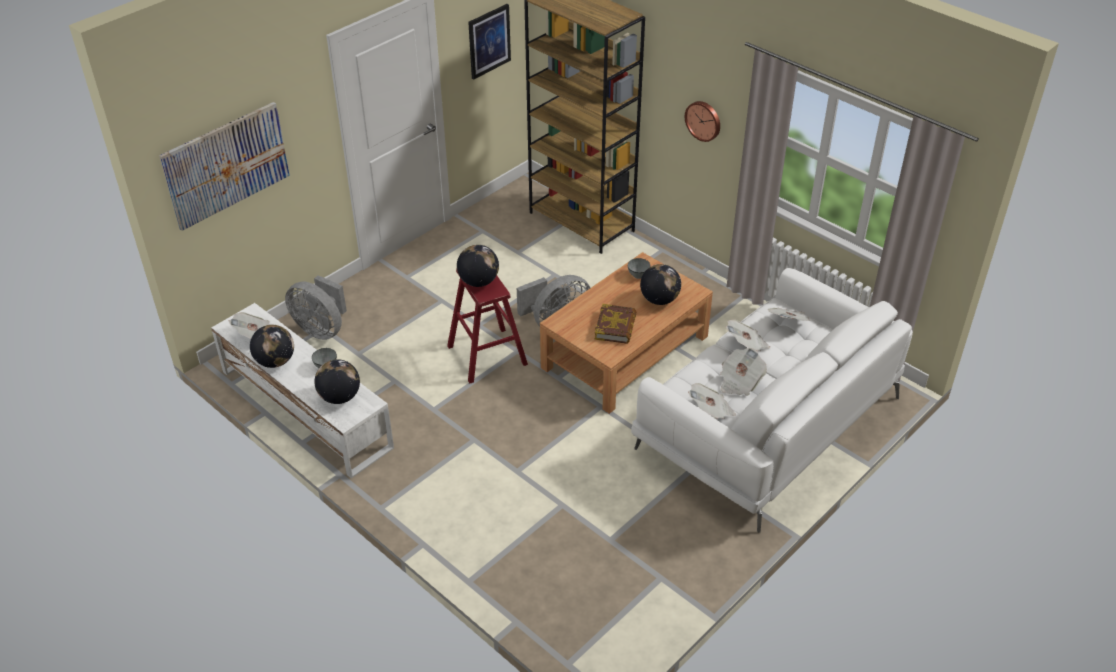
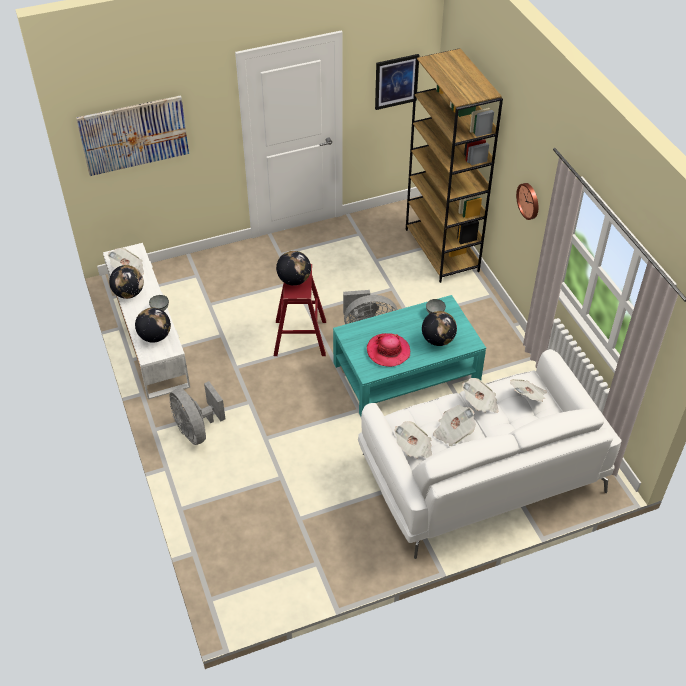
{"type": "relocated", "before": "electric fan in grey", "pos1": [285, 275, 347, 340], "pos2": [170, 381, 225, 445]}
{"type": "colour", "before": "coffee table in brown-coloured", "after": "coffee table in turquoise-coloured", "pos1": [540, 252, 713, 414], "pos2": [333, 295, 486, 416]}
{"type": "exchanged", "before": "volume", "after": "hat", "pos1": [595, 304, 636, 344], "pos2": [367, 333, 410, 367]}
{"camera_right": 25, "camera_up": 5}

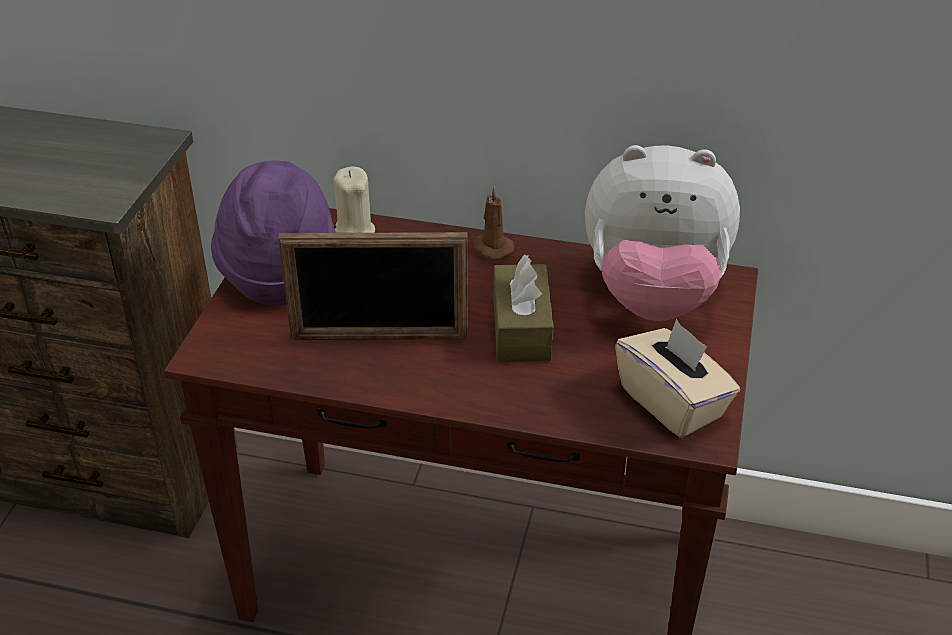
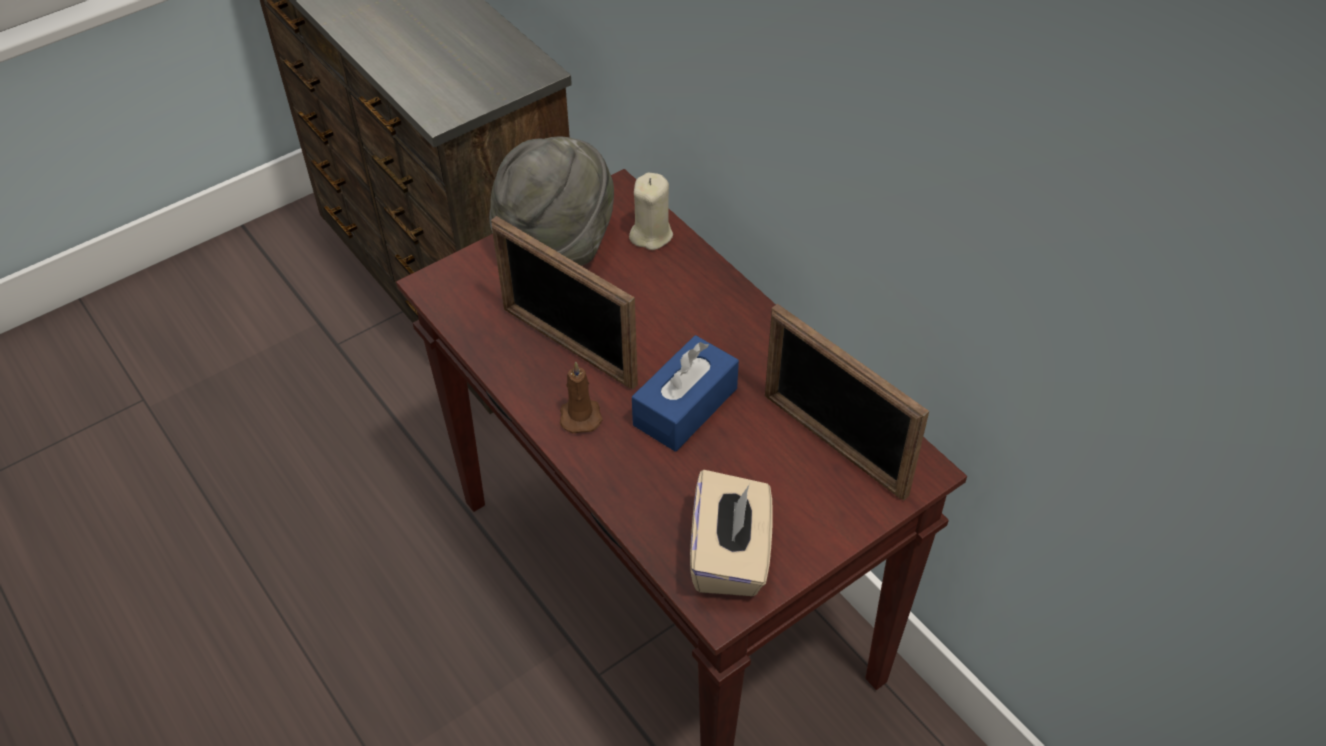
{"type": "colour", "before": "hat in purplish", "after": "hat in grey", "pos1": [211, 160, 336, 305], "pos2": [489, 137, 614, 266]}
{"type": "relocated", "before": "wax candle in brown-coloured", "pos1": [473, 186, 514, 260], "pos2": [560, 362, 602, 433]}
{"type": "colour", "before": "tissue box in brown-coloured", "after": "tissue box in blue", "pos1": [493, 255, 554, 362], "pos2": [632, 335, 739, 451]}
{"type": "exchanged", "before": "plush toy", "after": "standing frame", "pos1": [585, 145, 740, 321], "pos2": [765, 304, 929, 500]}
{"camera_right": 40, "camera_up": 10}

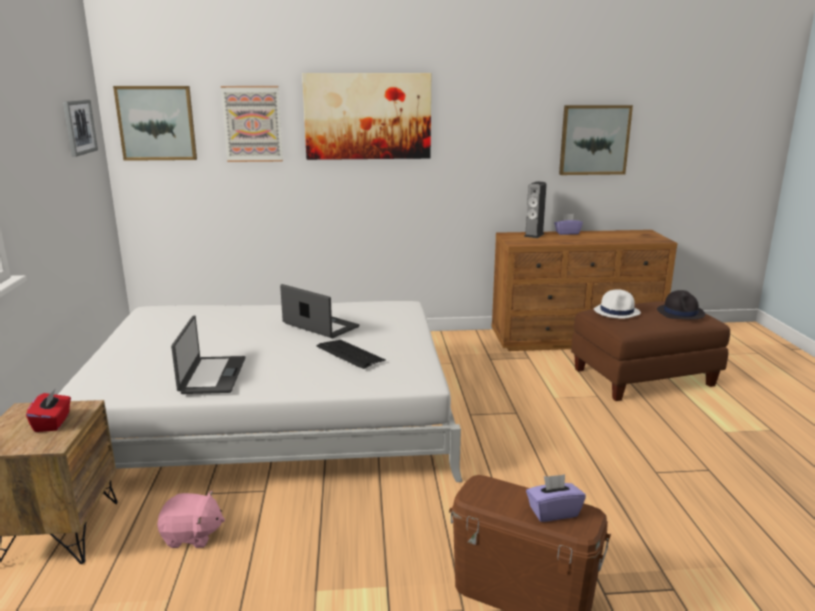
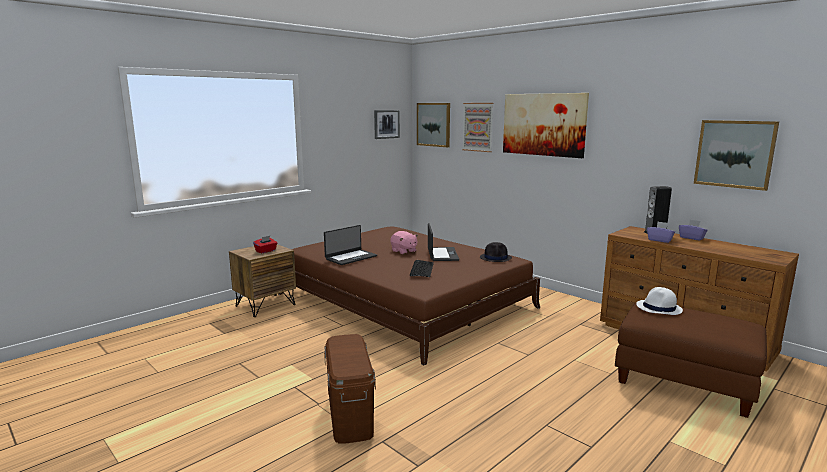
{"type": "colour", "before": "sleeping bed in white-coloured", "after": "sleeping bed in brown-coloured", "pos1": [58, 301, 462, 482], "pos2": [279, 226, 540, 365]}
{"type": "relocated", "before": "plush toy in pinkish", "pos1": [157, 491, 225, 548], "pos2": [390, 231, 418, 254]}
{"type": "relocated", "before": "hat in black", "pos1": [657, 290, 705, 320], "pos2": [480, 242, 512, 262]}
{"type": "relocated", "before": "tissue box in purplish", "pos1": [526, 474, 586, 522], "pos2": [647, 221, 675, 243]}
{"camera_right": 50, "camera_up": -5}

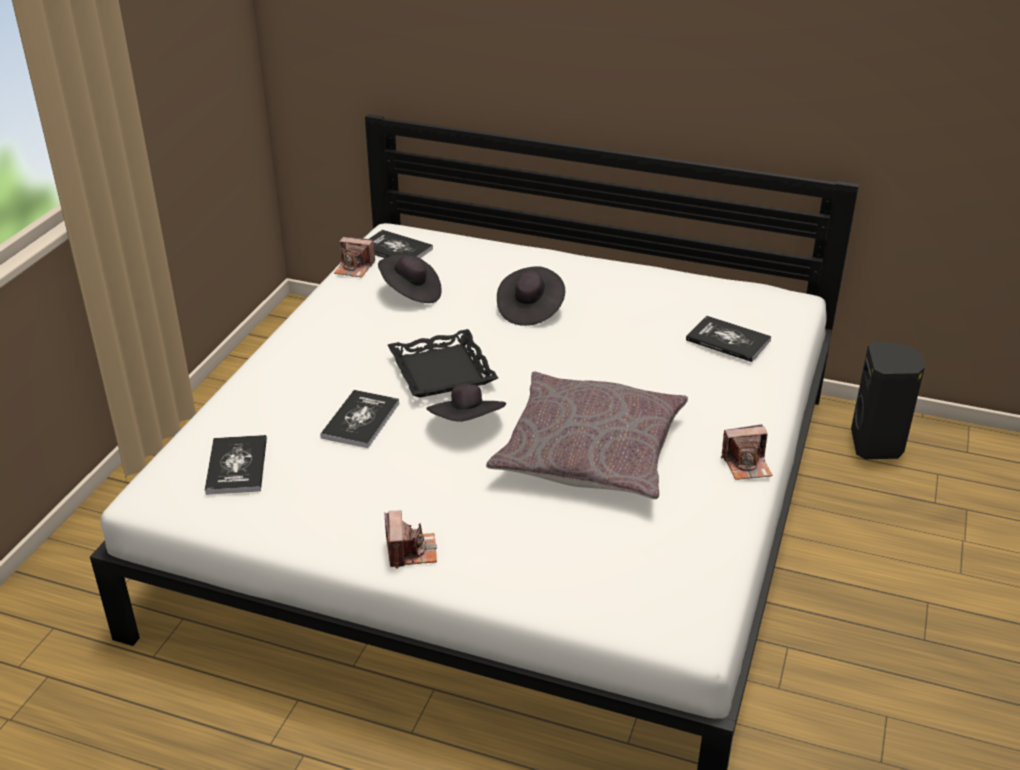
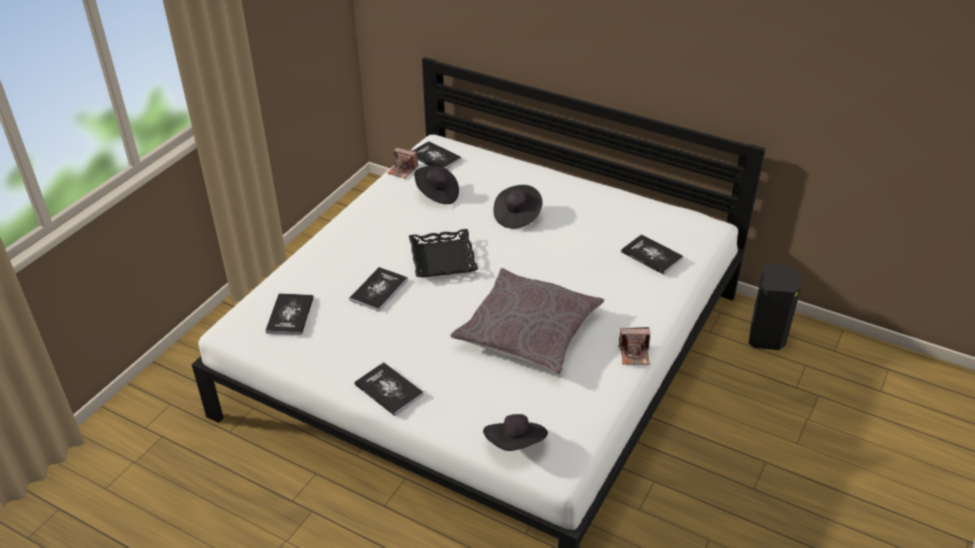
{"type": "exchanged", "before": "still camera", "after": "volume", "pos1": [384, 510, 437, 569], "pos2": [354, 362, 424, 416]}
{"type": "relocated", "before": "hat in black", "pos1": [426, 384, 506, 422], "pos2": [483, 414, 548, 451]}
{"camera_right": 10, "camera_up": 5}

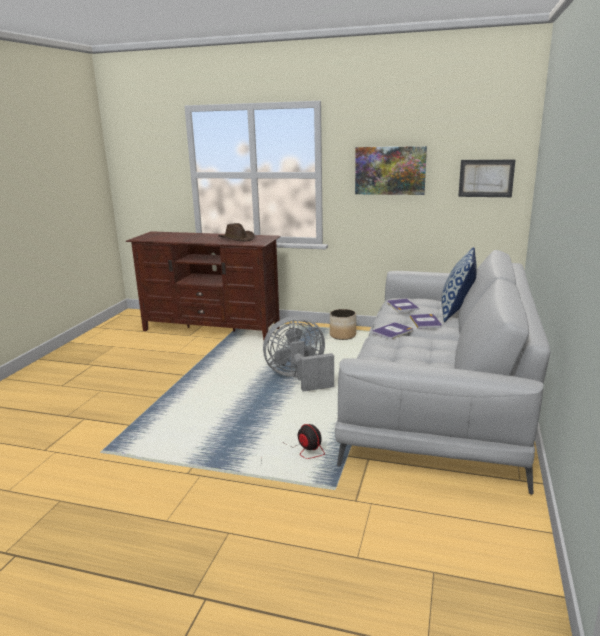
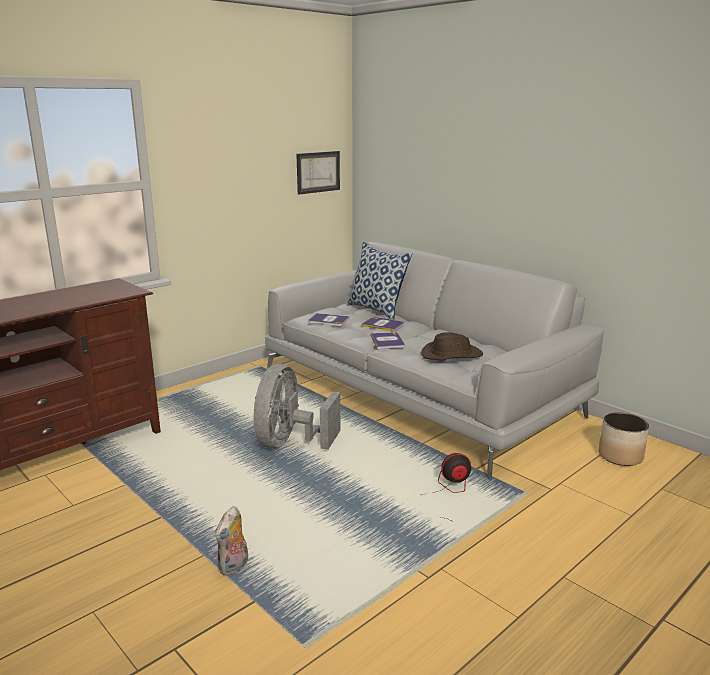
{"type": "appeared", "after": "plush toy", "pos2": [215, 506, 248, 576]}
{"type": "relocated", "before": "hat in brown-coloured", "pos1": [218, 223, 255, 241], "pos2": [421, 332, 483, 360]}
{"type": "relocated", "before": "planter", "pos1": [330, 309, 356, 340], "pos2": [598, 412, 649, 466]}
{"type": "missing", "before": "picture", "pos1": [355, 146, 427, 195]}
{"camera_right": -60, "camera_up": 0}

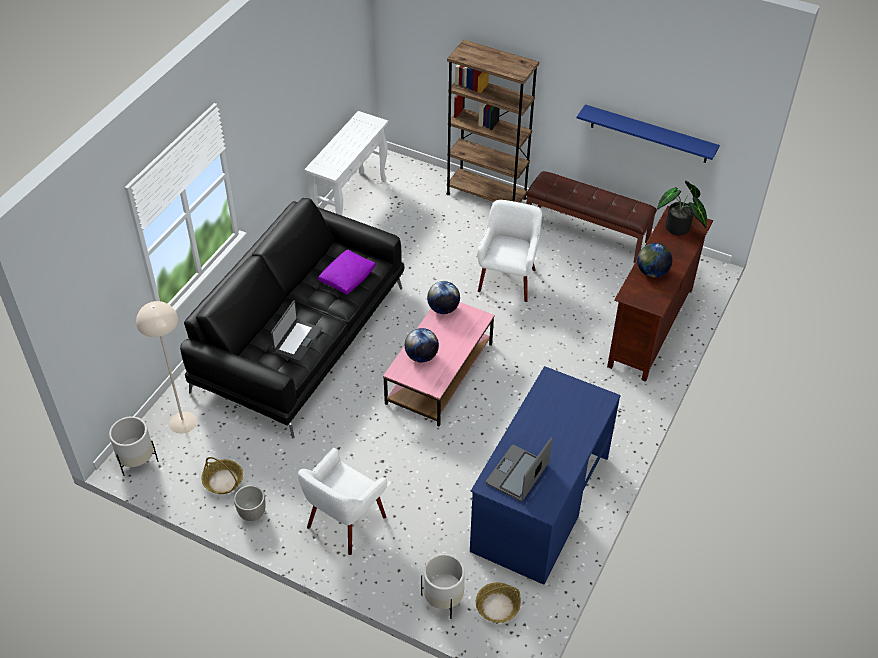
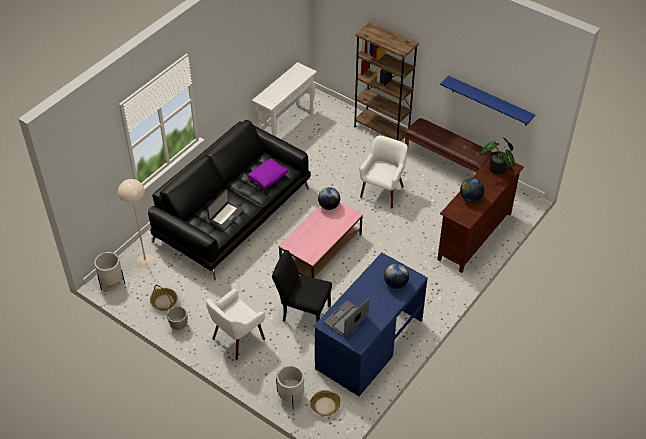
{"type": "appeared", "after": "upright chair in black", "pos2": [272, 250, 332, 323]}
{"type": "relocated", "before": "desk globe", "pos1": [405, 328, 439, 362], "pos2": [384, 263, 409, 289]}
{"camera_right": 10, "camera_up": 0}

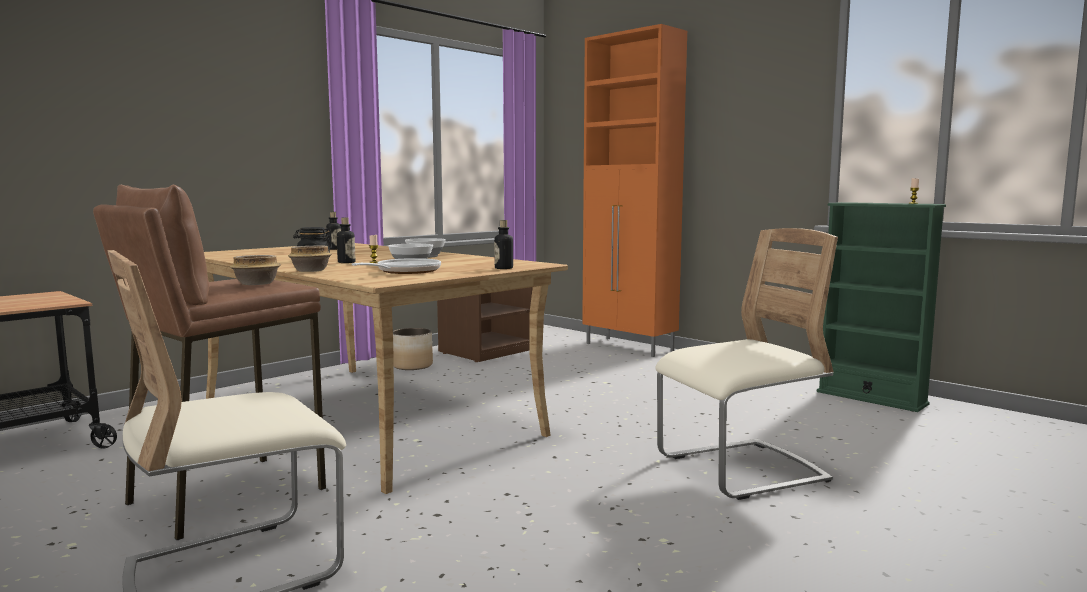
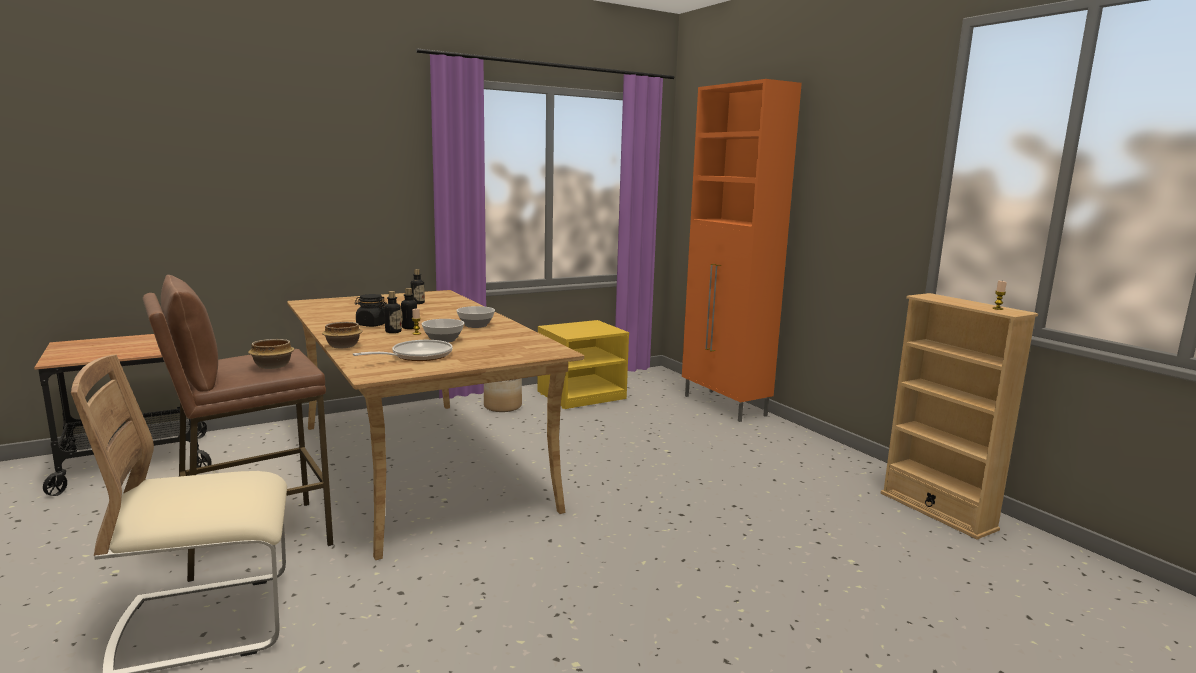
{"type": "relocated", "before": "bottle", "pos1": [494, 220, 513, 269], "pos2": [401, 288, 417, 329]}
{"type": "colour", "before": "nightstand in brown-coloured", "after": "nightstand in yellow-coloured", "pos1": [437, 287, 533, 362], "pos2": [537, 320, 629, 409]}
{"type": "colour", "before": "shelving unit in green-coloured", "after": "shelving unit in beige-coloured", "pos1": [817, 202, 946, 412], "pos2": [881, 293, 1038, 539]}
{"type": "missing", "before": "upright chair in beige-coloured", "pos1": [655, 228, 838, 500]}
{"camera_right": 15, "camera_up": 5}

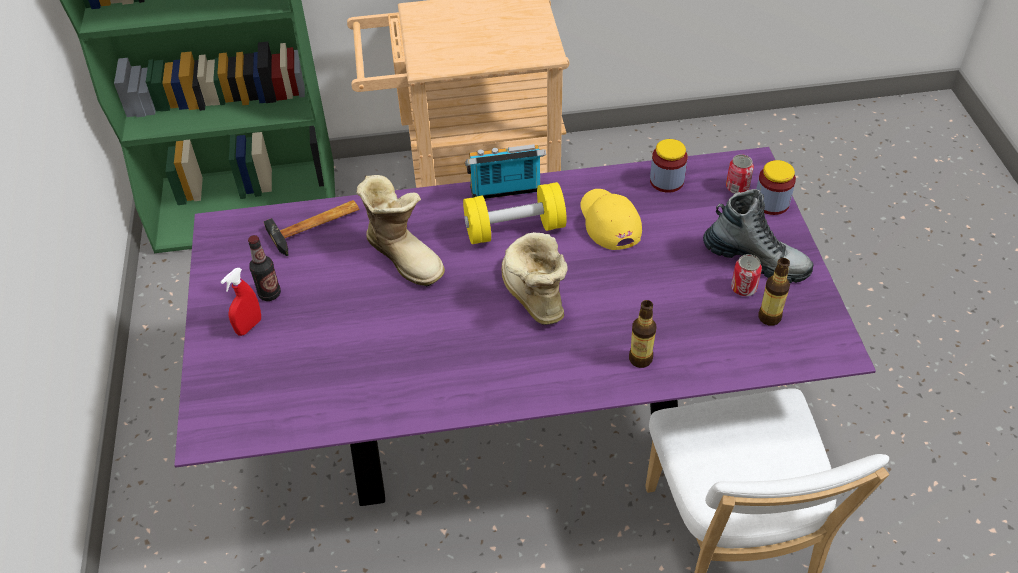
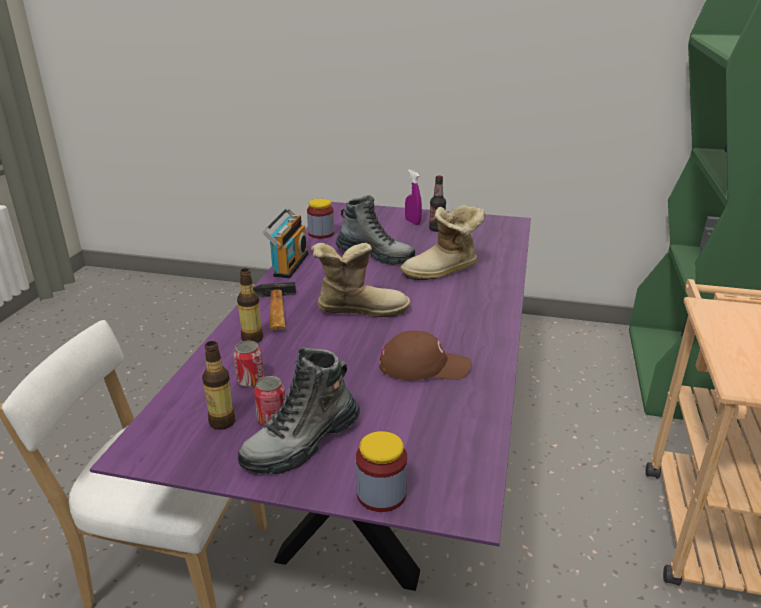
{"type": "relocated", "before": "metal can", "pos1": [726, 154, 754, 194], "pos2": [233, 341, 264, 387]}
{"type": "relocated", "before": "hammer", "pos1": [264, 200, 360, 256], "pos2": [253, 282, 296, 330]}
{"type": "relocated", "before": "radio", "pos1": [465, 144, 546, 199], "pos2": [262, 207, 309, 278]}
{"type": "relocated", "before": "jar", "pos1": [650, 139, 688, 193], "pos2": [307, 199, 334, 239]}
{"type": "appeared", "after": "tall boot", "pos2": [336, 195, 415, 265]}
{"type": "colour", "before": "peaked cap in yellow-coloured", "after": "peaked cap in brown-coloured", "pos1": [580, 189, 642, 250], "pos2": [379, 331, 472, 380]}
{"type": "colour", "before": "sprayer in red-coloured", "after": "sprayer in purplish", "pos1": [220, 268, 261, 336], "pos2": [405, 170, 422, 225]}
{"type": "missing", "before": "hand weight in yellow-coloured", "pos1": [463, 182, 567, 244]}
{"camera_right": 110, "camera_up": -20}

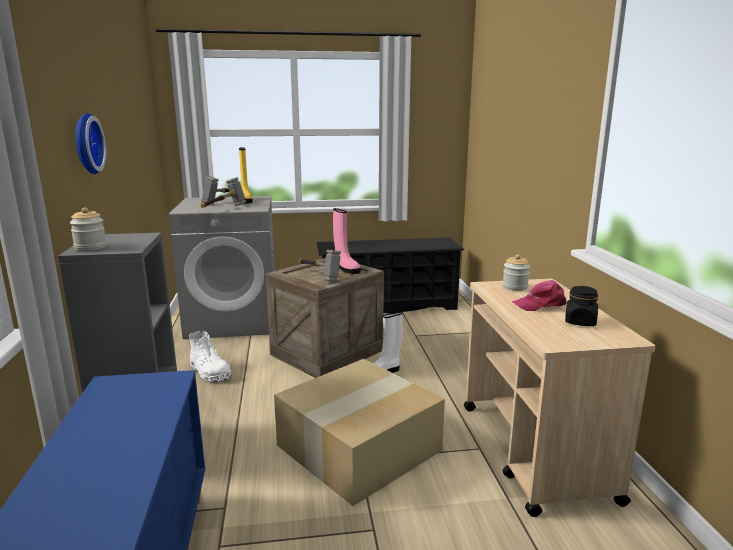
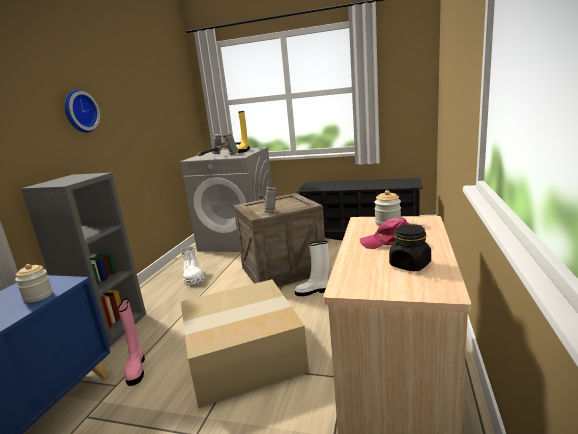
{"type": "relocated", "before": "jar", "pos1": [70, 208, 107, 251], "pos2": [15, 264, 53, 303]}
{"type": "relocated", "before": "tall boot in pinkish", "pos1": [333, 208, 361, 274], "pos2": [118, 298, 145, 386]}
{"camera_right": 25, "camera_up": 0}

